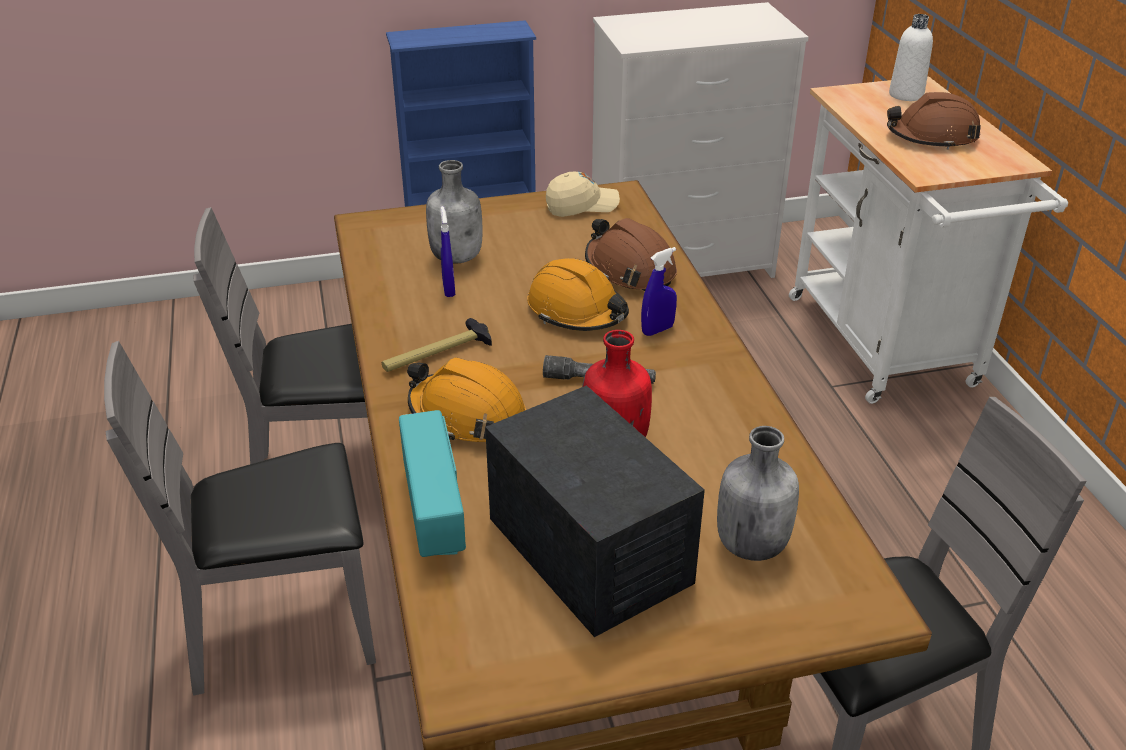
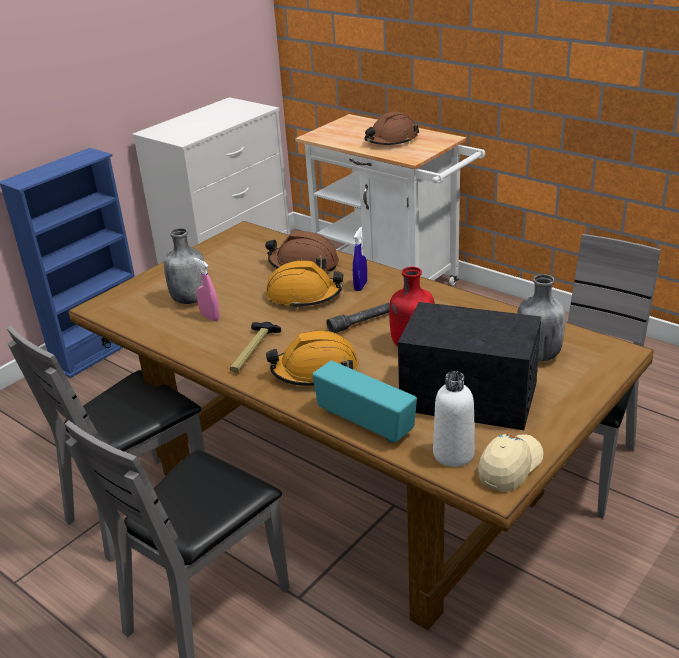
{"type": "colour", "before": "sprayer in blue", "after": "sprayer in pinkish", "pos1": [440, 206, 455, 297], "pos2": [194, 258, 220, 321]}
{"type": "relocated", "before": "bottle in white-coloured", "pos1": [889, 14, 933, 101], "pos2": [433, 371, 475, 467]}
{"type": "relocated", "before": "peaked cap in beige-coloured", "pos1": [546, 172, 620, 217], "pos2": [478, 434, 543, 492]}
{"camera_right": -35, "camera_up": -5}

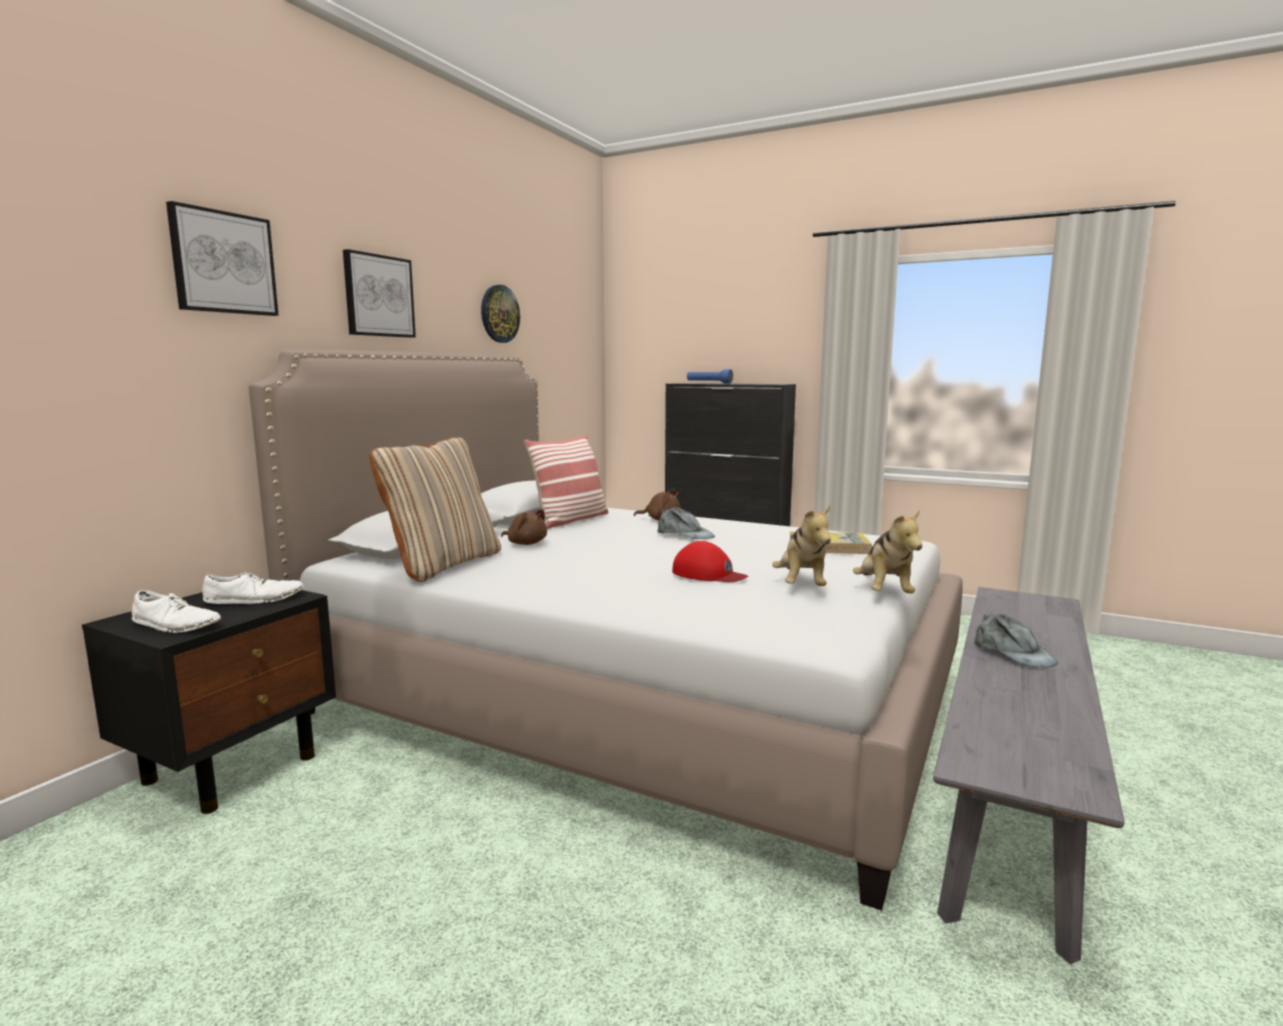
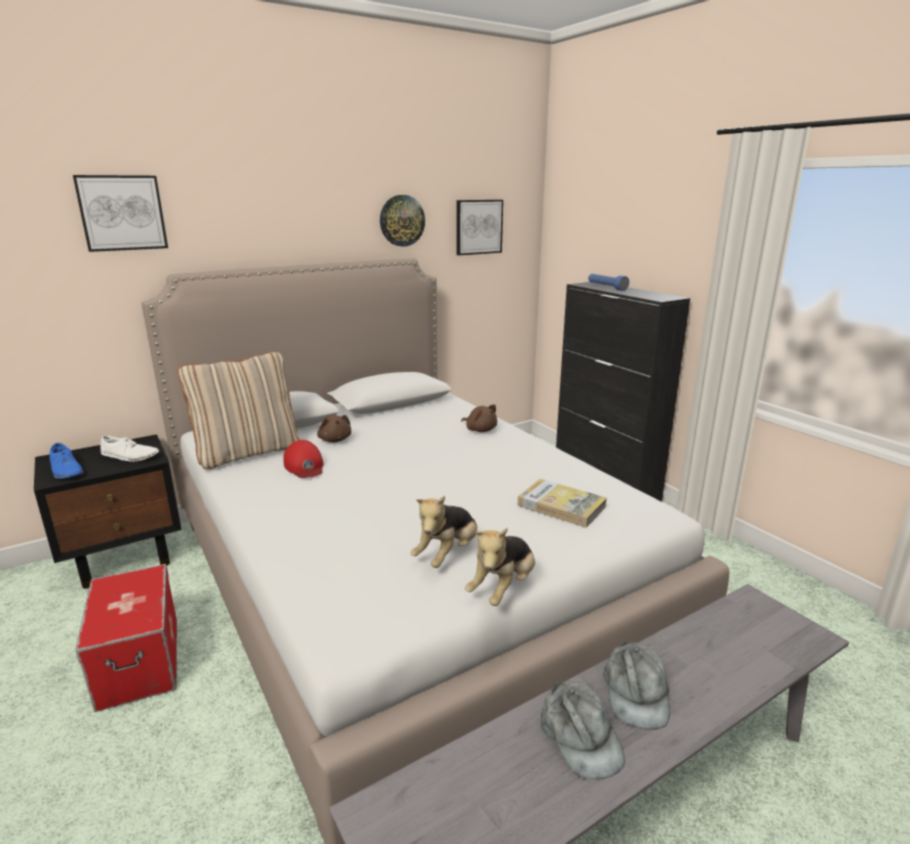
{"type": "colour", "before": "low shoe in white-coloured", "after": "low shoe in blue", "pos1": [132, 590, 221, 633], "pos2": [49, 443, 84, 479]}
{"type": "appeared", "after": "storage bin", "pos2": [75, 564, 177, 712]}
{"type": "relocated", "before": "peaked cap in red-coloured", "pos1": [672, 541, 748, 582], "pos2": [284, 440, 324, 478]}
{"type": "relocated", "before": "picture", "pos1": [343, 249, 416, 338], "pos2": [456, 200, 503, 255]}
{"type": "relocated", "before": "peaked cap in grey", "pos1": [658, 507, 715, 539], "pos2": [541, 682, 625, 780]}
{"type": "missing", "before": "pillow", "pos1": [524, 435, 608, 529]}
{"camera_right": 30, "camera_up": 10}

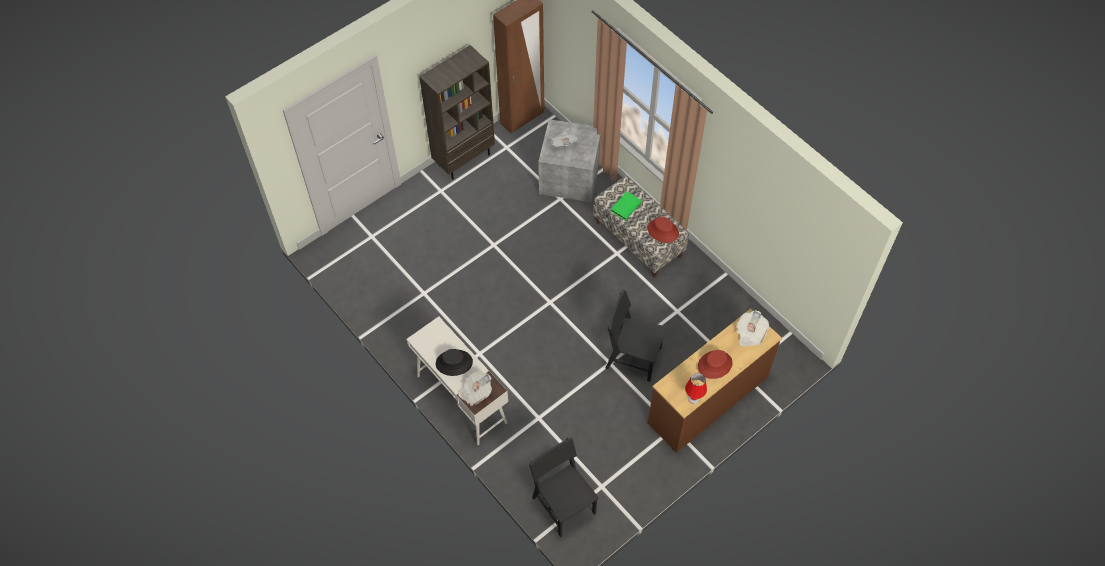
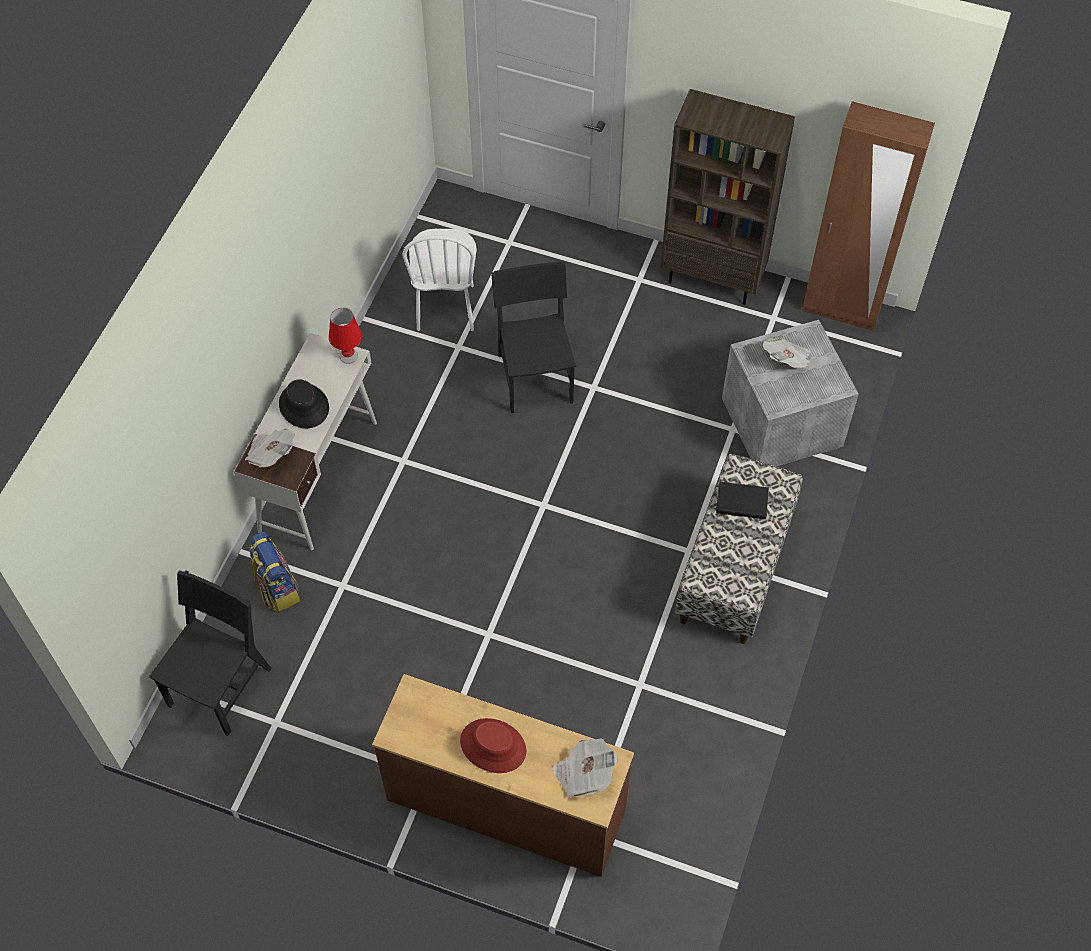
{"type": "appeared", "after": "rucksack", "pos2": [249, 532, 300, 612]}
{"type": "relocated", "before": "table lamp in red-coloured", "pos1": [685, 373, 707, 404], "pos2": [329, 308, 362, 364]}
{"type": "appeared", "after": "upright chair in white-coloured", "pos2": [402, 229, 477, 331]}
{"type": "relocated", "before": "upright chair in black", "pos1": [605, 290, 667, 382], "pos2": [491, 261, 576, 413]}
{"type": "colour", "before": "volume in green-coloured", "after": "volume in black", "pos1": [611, 192, 642, 220], "pos2": [716, 482, 769, 519]}
{"type": "missing", "before": "hat in red-coloured", "pos1": [648, 217, 679, 243]}
{"camera_right": 60, "camera_up": 0}

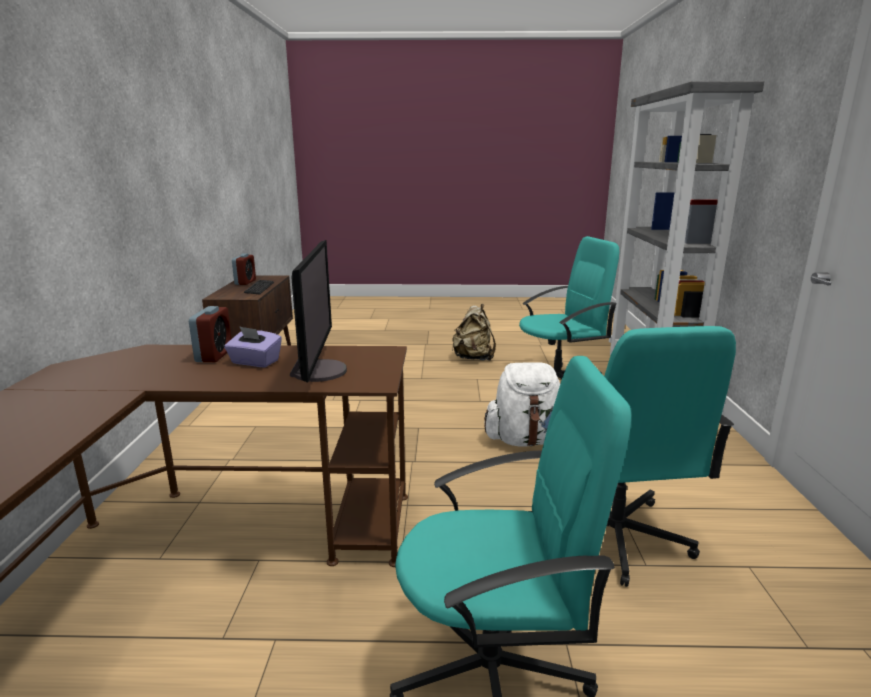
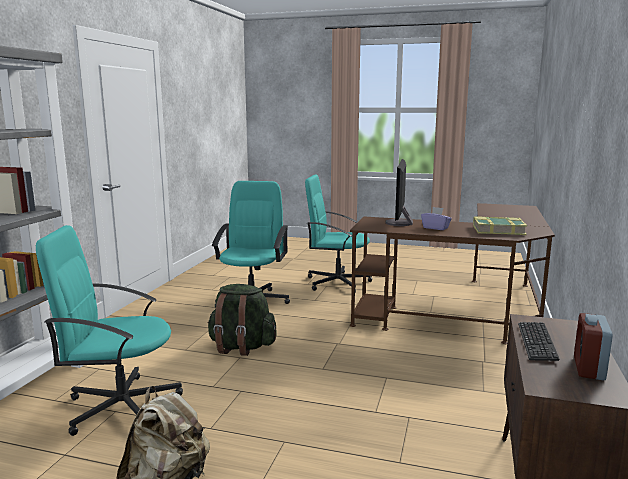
{"type": "colour", "before": "rucksack in white-coloured", "after": "rucksack in green-coloured", "pos1": [484, 362, 560, 447], "pos2": [208, 284, 277, 356]}
{"type": "appeared", "after": "volume", "pos2": [473, 216, 527, 235]}
{"type": "missing", "before": "alarm clock", "pos1": [189, 306, 232, 362]}
{"camera_right": -165, "camera_up": -5}

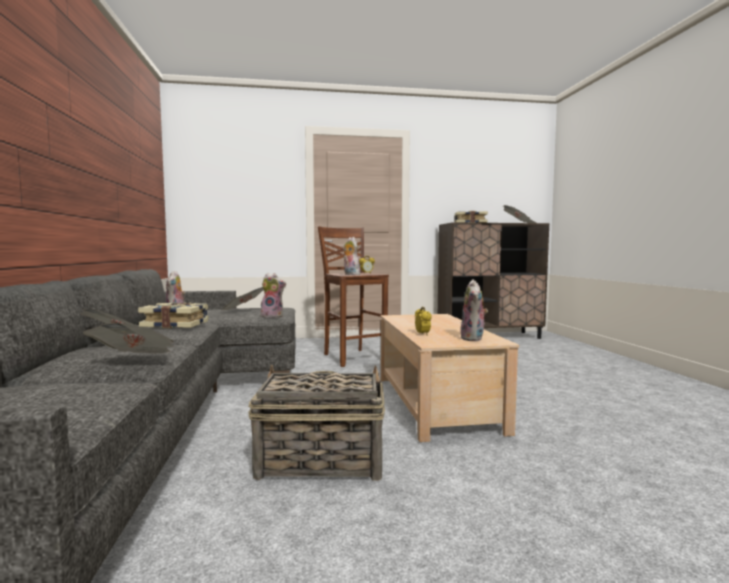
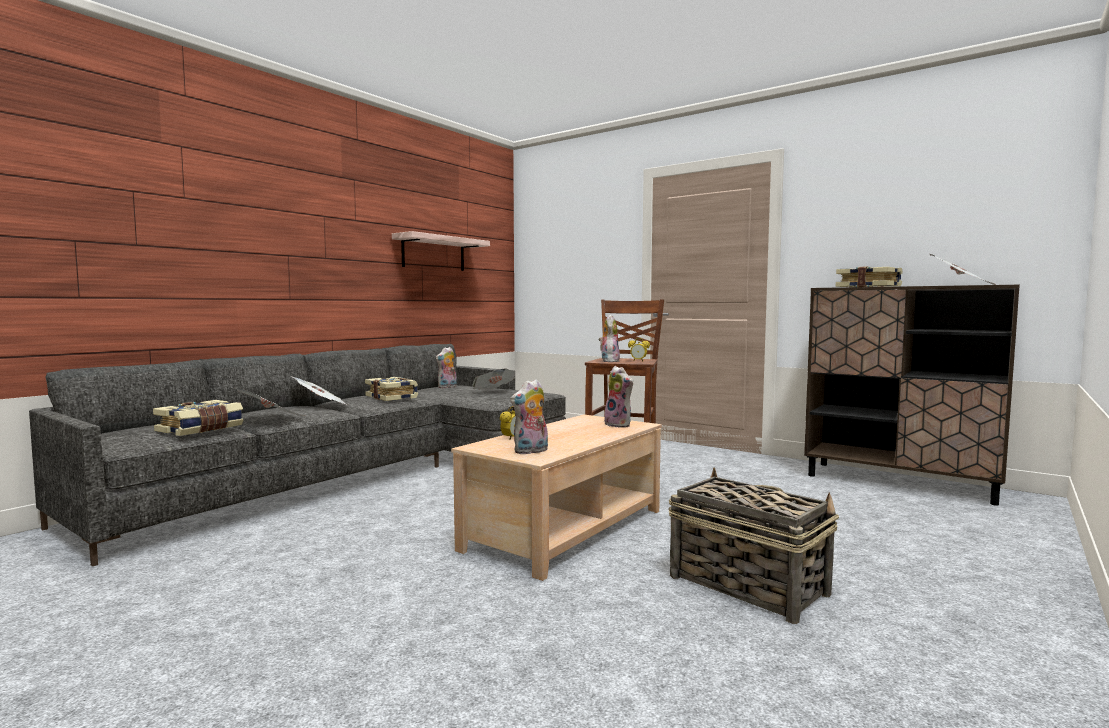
{"type": "appeared", "after": "volume", "pos2": [153, 400, 244, 436]}
{"type": "appeared", "after": "shelf", "pos2": [392, 231, 490, 271]}
{"type": "relocated", "before": "plush toy", "pos1": [259, 273, 286, 318], "pos2": [604, 366, 634, 428]}
{"type": "relocated", "before": "storage basket", "pos1": [248, 365, 385, 481], "pos2": [669, 467, 839, 624]}
{"camera_right": 45, "camera_up": 0}

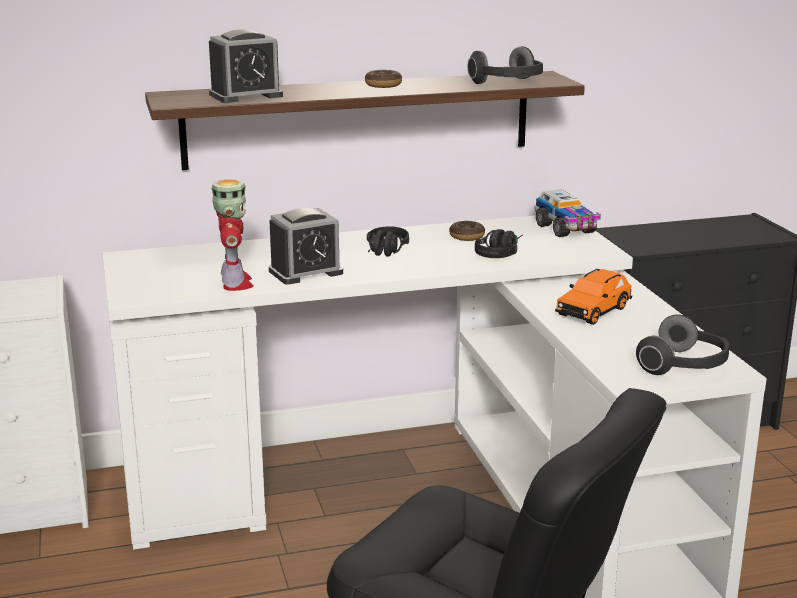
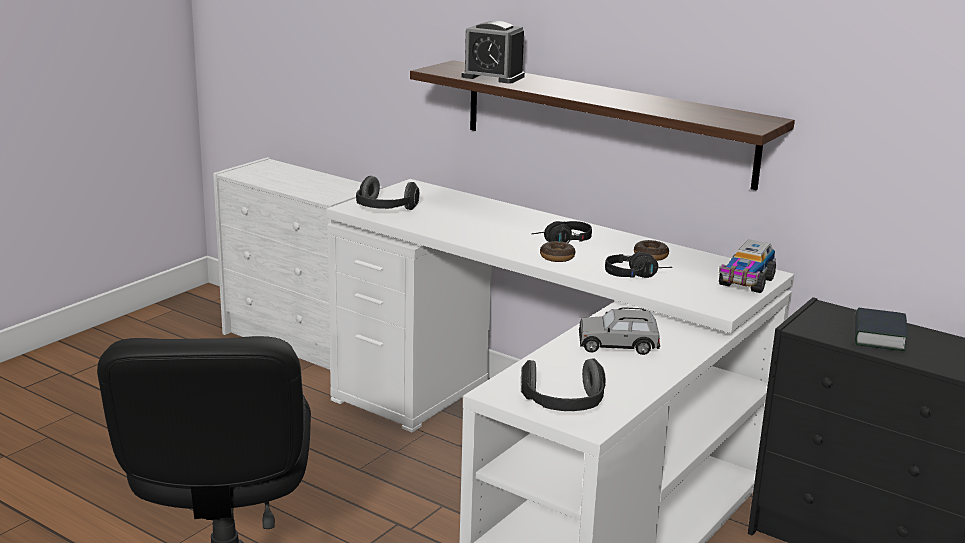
{"type": "relocated", "before": "headphones", "pos1": [467, 46, 543, 84], "pos2": [356, 176, 420, 210]}
{"type": "relocated", "before": "doughnut", "pos1": [365, 70, 402, 88], "pos2": [540, 241, 575, 262]}
{"type": "colour", "before": "toy car in orange", "after": "toy car in grey", "pos1": [555, 269, 632, 325], "pos2": [579, 307, 660, 355]}
{"type": "appeared", "after": "volume", "pos2": [855, 308, 908, 351]}
{"type": "missing", "before": "toy robot", "pos1": [212, 179, 253, 291]}
{"type": "missing", "before": "alarm clock", "pos1": [269, 208, 343, 285]}
{"camera_right": 50, "camera_up": 0}

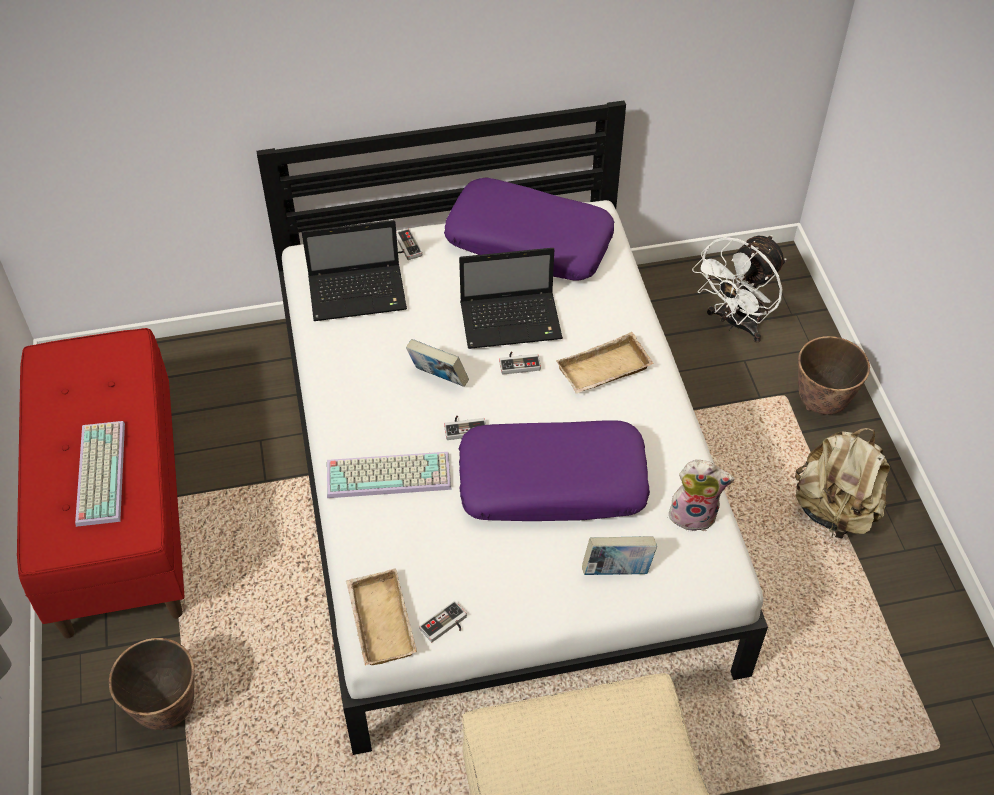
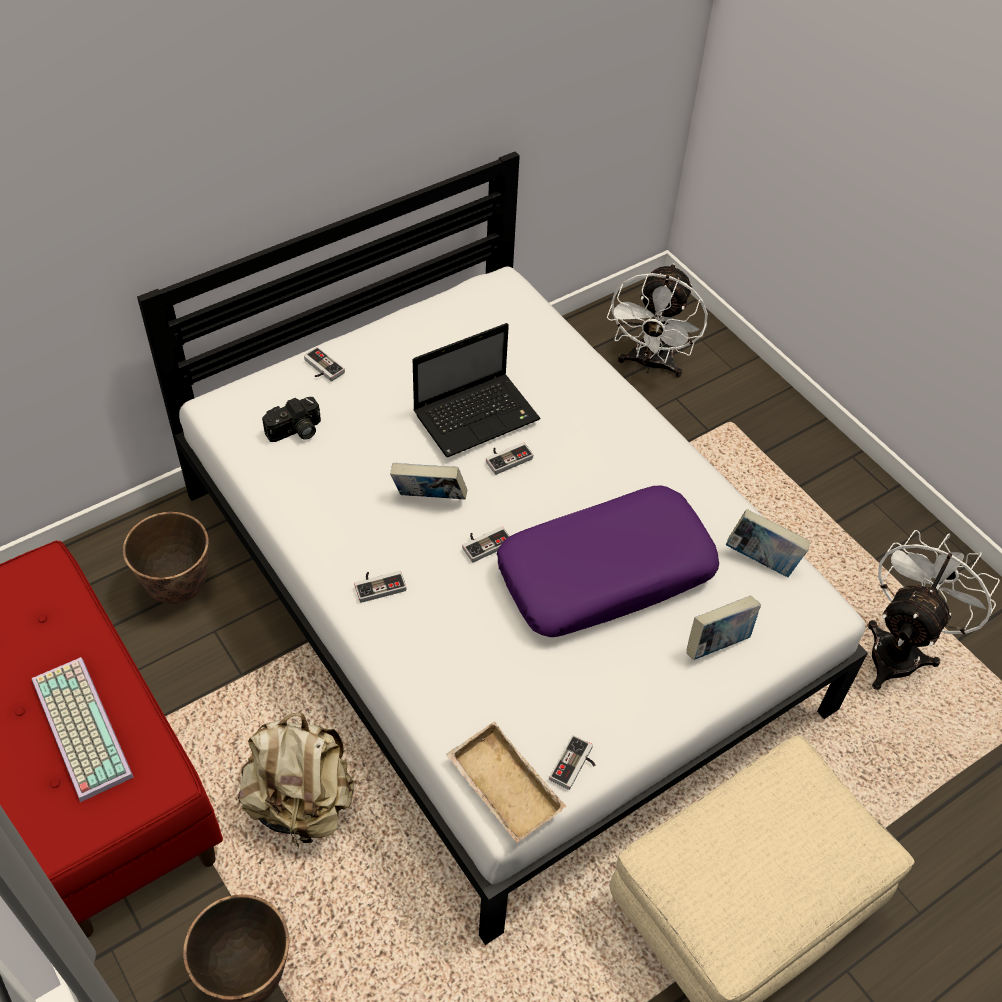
{"type": "relocated", "before": "planter", "pos1": [798, 336, 870, 415], "pos2": [123, 512, 209, 604]}
{"type": "relocated", "before": "rucksack in beige-coloured", "pos1": [795, 428, 890, 539], "pos2": [238, 713, 354, 848]}
{"type": "exchanged", "before": "portable computer", "after": "still camera", "pos1": [302, 220, 407, 321], "pos2": [262, 397, 321, 442]}
{"type": "appeared", "after": "gamepad", "pos2": [354, 571, 406, 603]}
{"type": "exchanged", "before": "plush toy", "after": "volume", "pos1": [667, 460, 734, 531], "pos2": [726, 509, 810, 577]}
{"type": "appeared", "after": "electric fan in white-coloured", "pos2": [867, 530, 1000, 690]}
{"type": "missing", "before": "computer keyboard", "pos1": [327, 452, 451, 498]}
{"type": "missing", "before": "pillow in purplish", "pos1": [444, 177, 614, 281]}
{"type": "missing", "before": "serving tray in beige-coloured", "pos1": [556, 332, 654, 394]}
{"camera_right": -25, "camera_up": 0}

